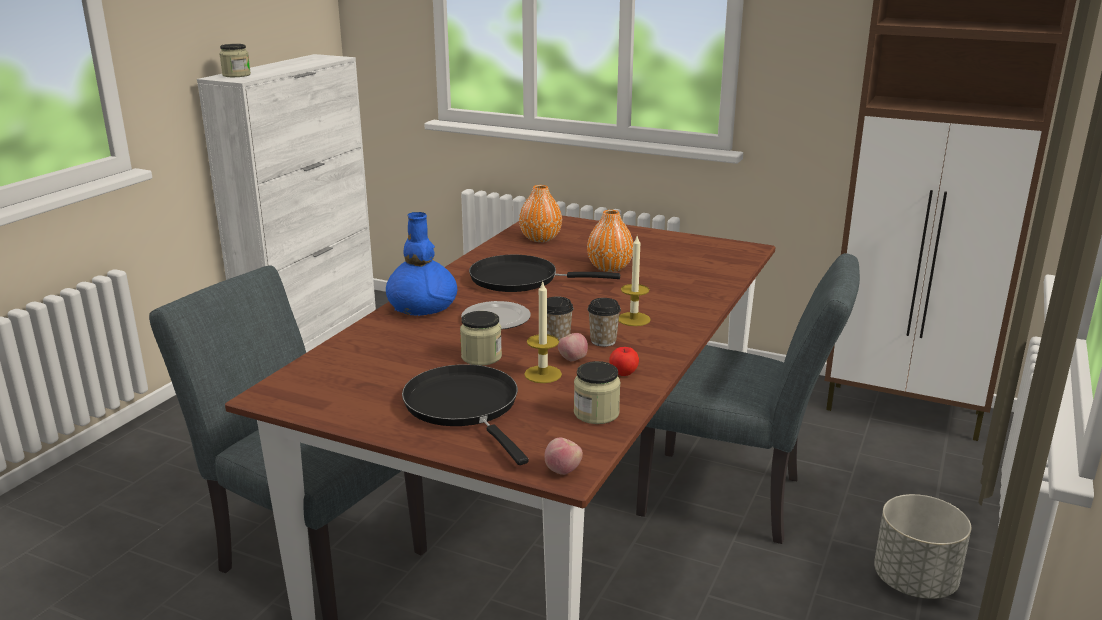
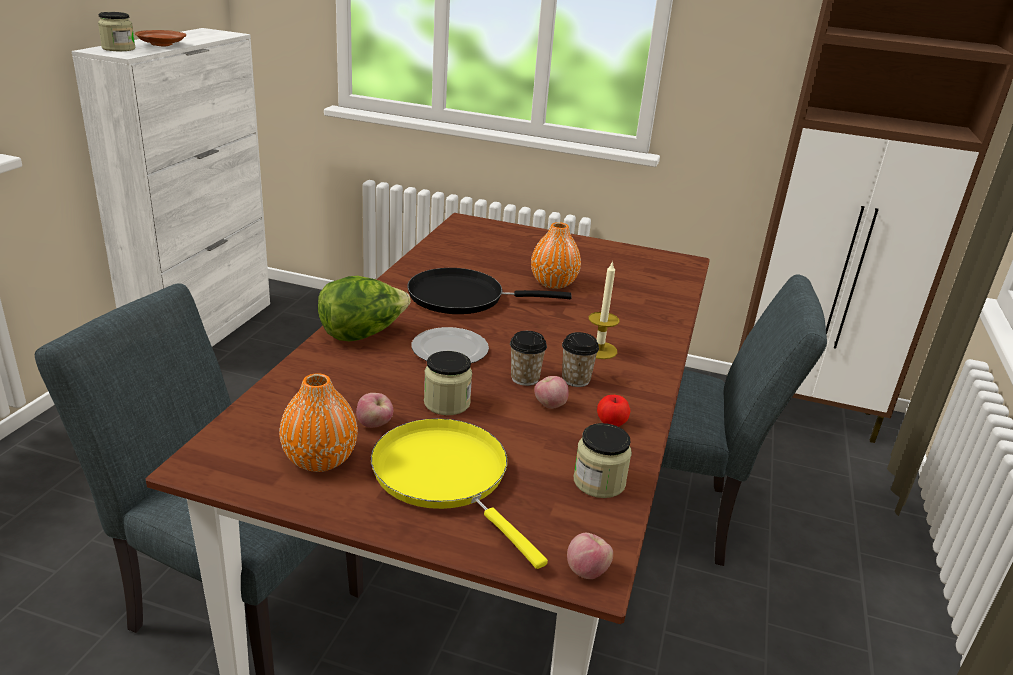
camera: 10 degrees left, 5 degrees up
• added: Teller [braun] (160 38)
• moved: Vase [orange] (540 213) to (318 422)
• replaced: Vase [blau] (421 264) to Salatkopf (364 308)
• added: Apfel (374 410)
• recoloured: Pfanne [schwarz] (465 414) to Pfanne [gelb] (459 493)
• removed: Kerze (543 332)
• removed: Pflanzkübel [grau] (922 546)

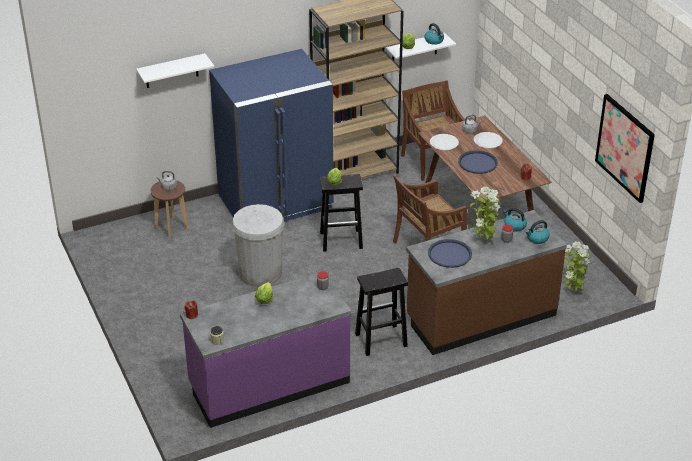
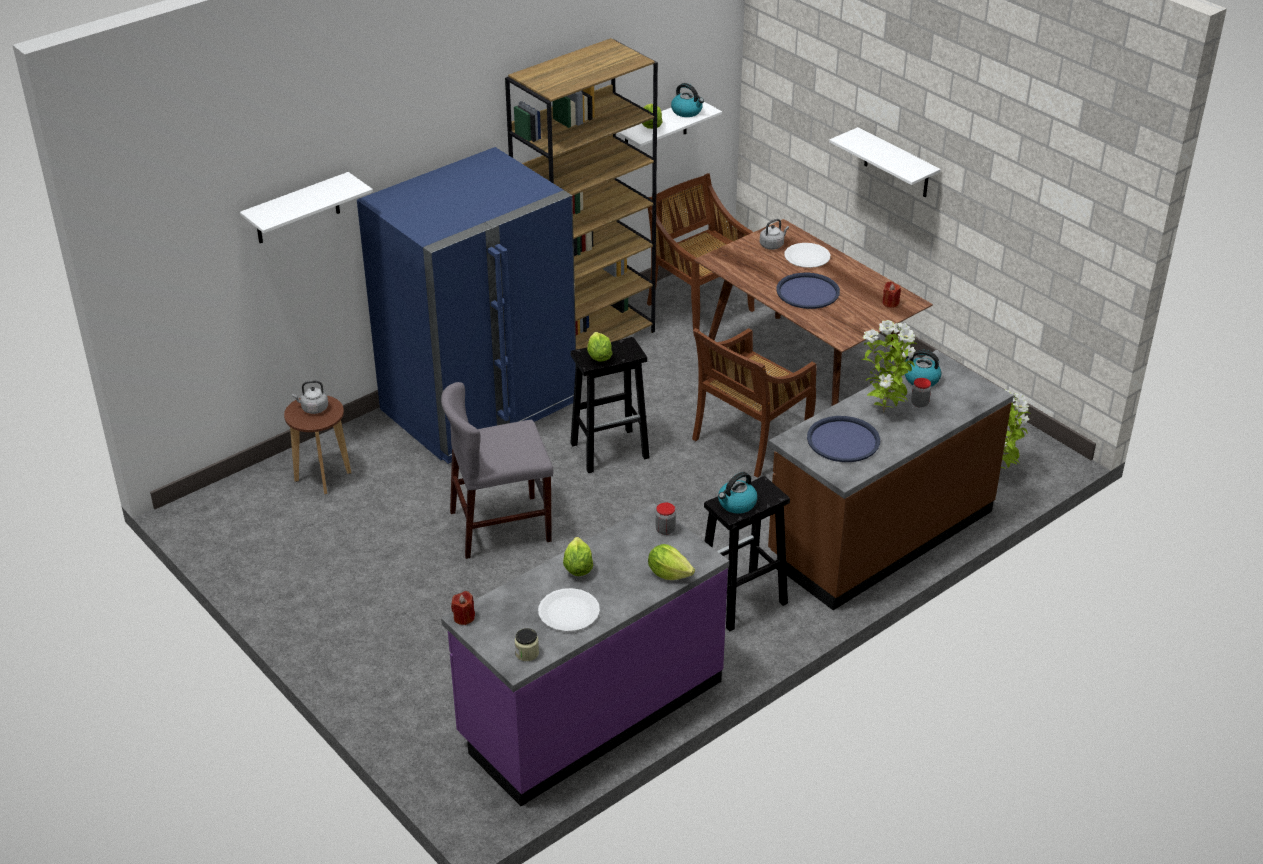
camera: 15 degrees left, 0 degrees up
• replaced: Mülleimer [weiß] (258 245) to Stuhl [grau] (497 470)
• moved: Teller [weiß] (444 142) to (569 610)
• added: Salatkopf (671 562)
• moved: Wasserkessel (538 232) to (738 493)
• added: Wandregal [weiß] (885 162)
• removed: Bild (625 148)

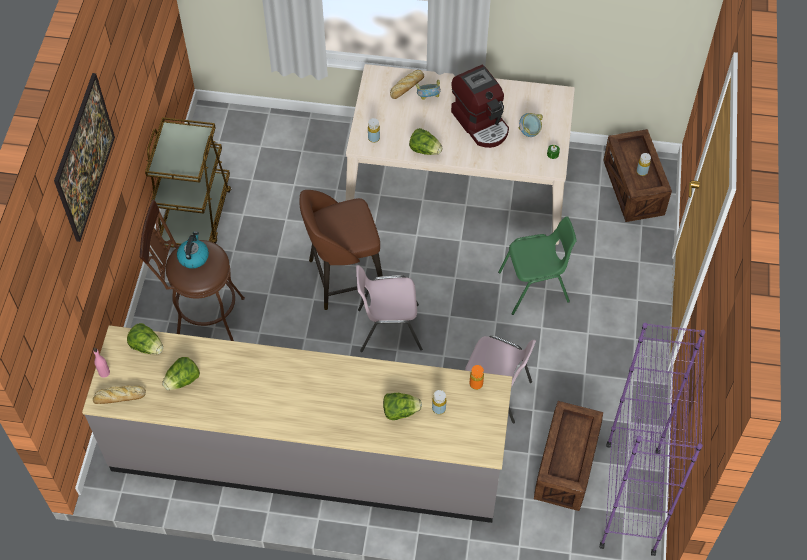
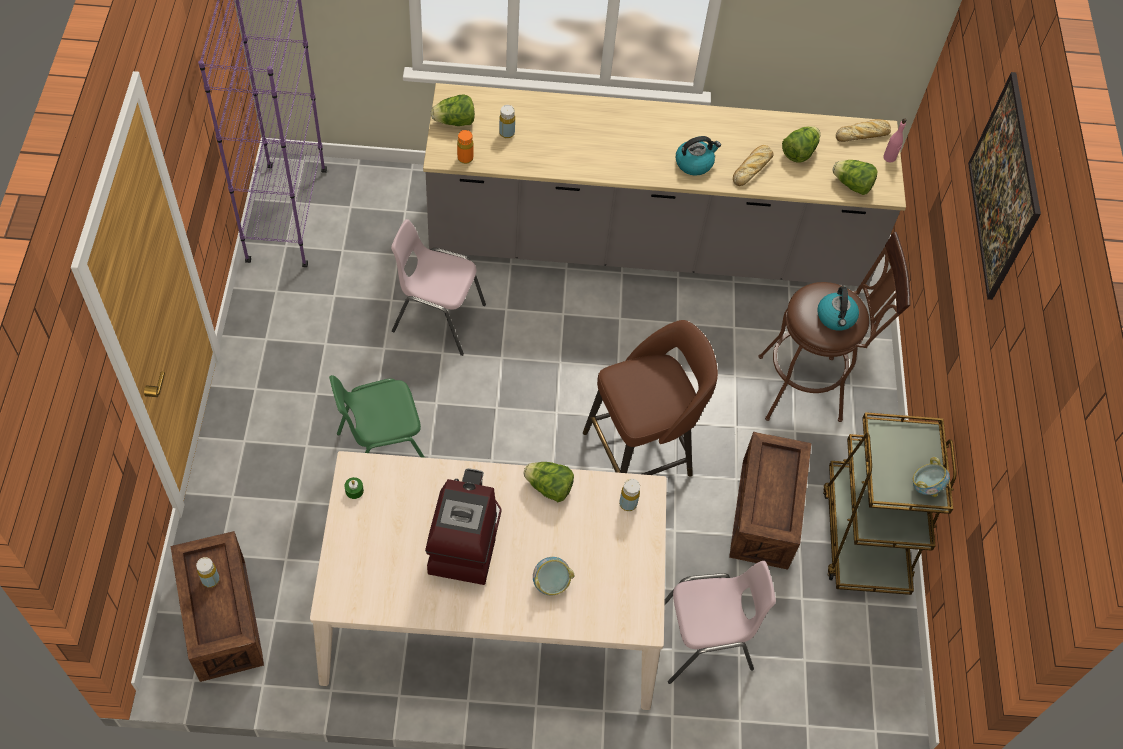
camera: 170 degrees right, 0 degrees up
• turned: Kaffeemaschine (480 106) = (463 526) 45 degrees clockwise
• moved: Salatkopf (402 406) to (453 110)
• moved: Stuhl [rosa] (389 308) to (720 622)
• added: Wasserkessel (698 156)
• moved: Kiste (568 456) to (770 501)
• moved: Brot (407 84) to (753 165)
• moved: Schüssel (530 125) to (931 477)

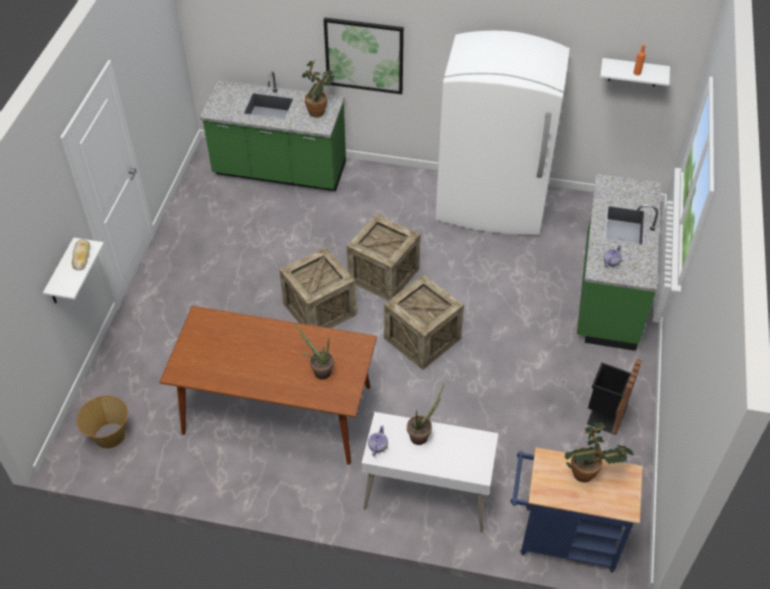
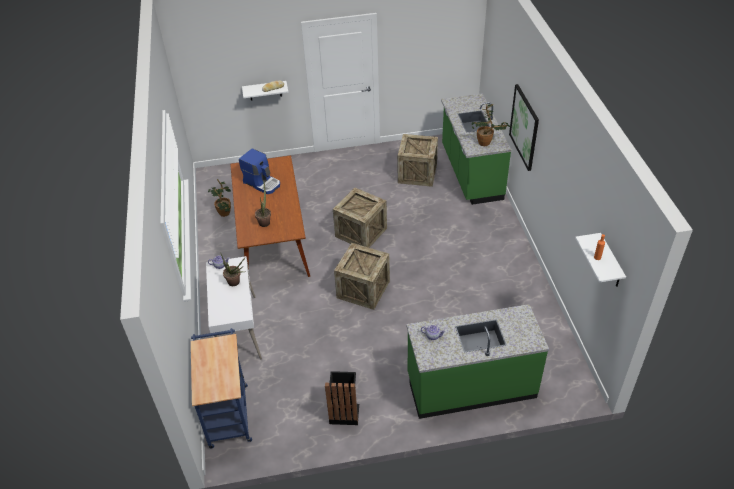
camera: 70 degrees right, 5 degrees down
• moved: Topfpflanze (599 452) to (219 198)
• added: Kaffeemaschine (259 171)
• moved: Kiste (383 257) to (418 160)
• removed: Korb (102 422)
• removed: Kühlschrank [weiß] (502 133)

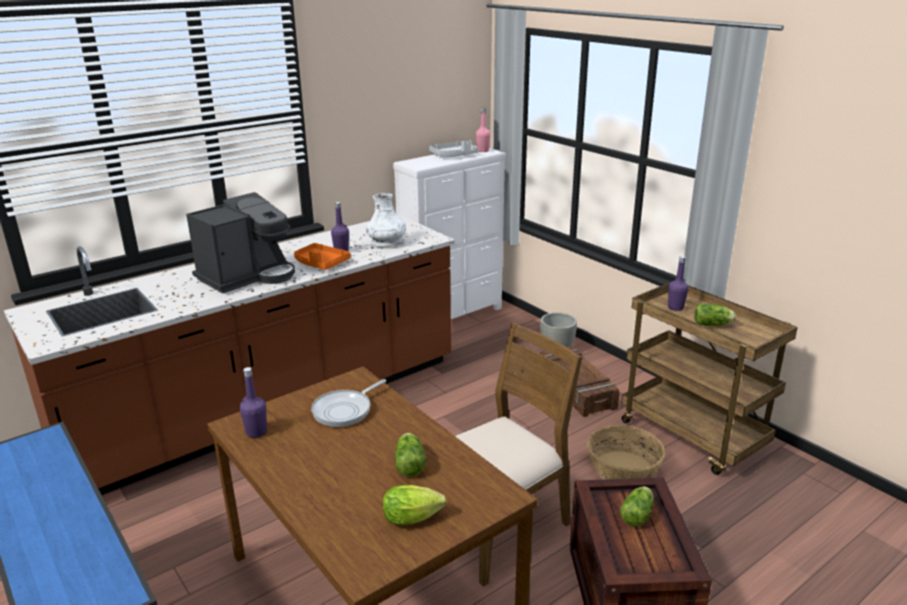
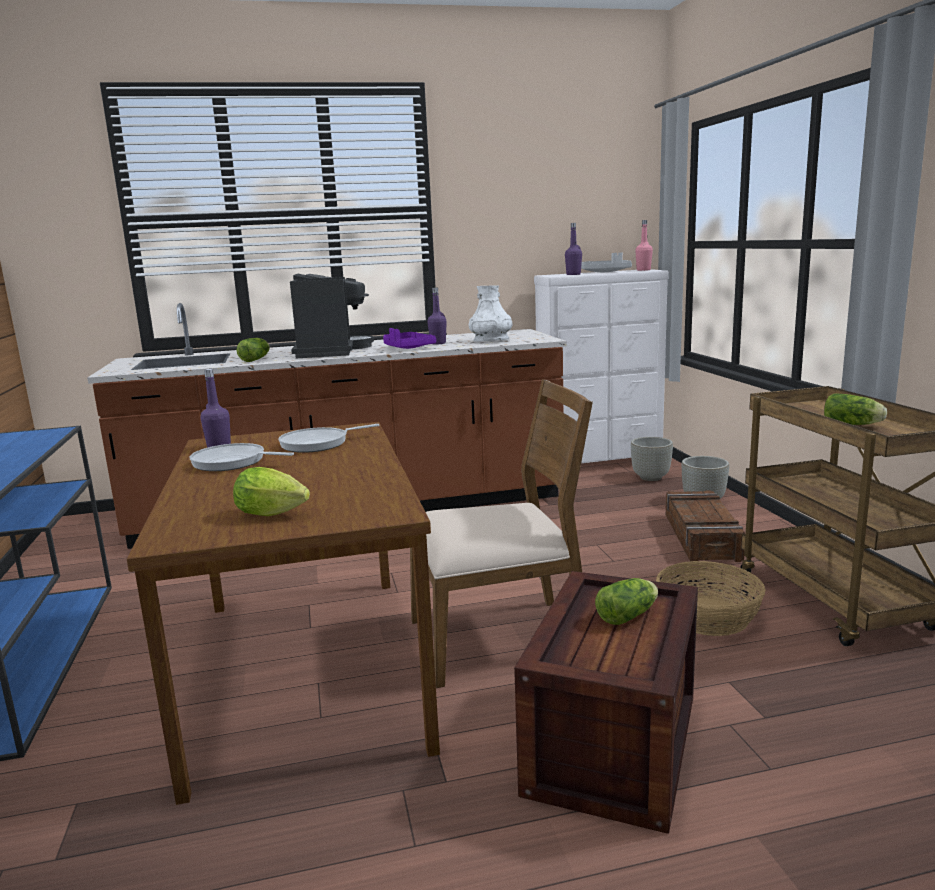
camera: 25 degrees right, 10 degrees down
• added: Pfanne (241 457)
• moved: Salatkopf (410 455) to (253 350)
• turned: Kaffeemaschine (240 242) = (332 316) 75 degrees counterclockwise
• recoloured: Tablett [orange] (322 256) to Tablett [lila] (409 338)
• moved: Flasche [lila] (678 283) to (573 249)
• added: Pflanzkübel [grau] (652 459)

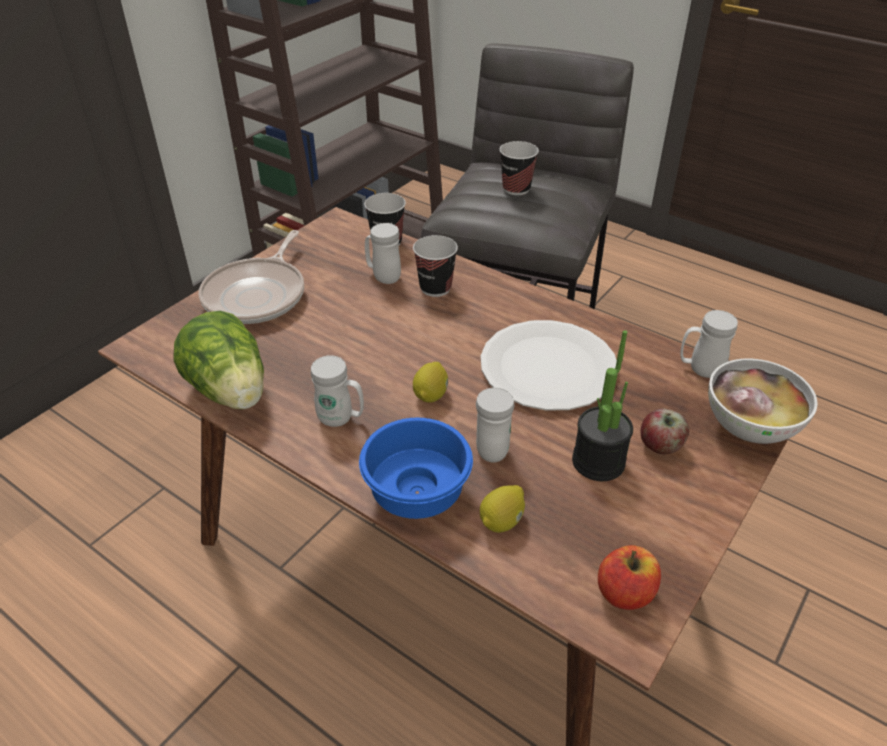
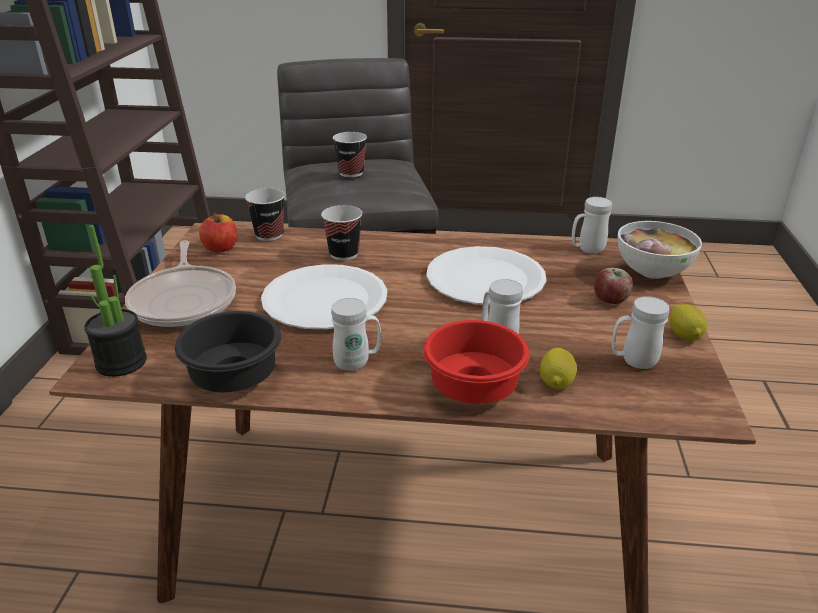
camera: 30 degrees left, 10 degrees down
• moved: Topfpflanze (602 405) to (115 301)
• replaced: Salatkopf (219 360) to Schüssel [schwarz] (228 351)
• moved: Apfel (629 577) to (218 233)
• added: Teller [weiß] (324 296)
• recoloured: Schüssel [blau] (416 468) to Schüssel [rot] (476 362)
• moved: Henkelbecher [weiß] (383 253) to (640 332)
• moved: Zitrone (430 382) to (688 322)

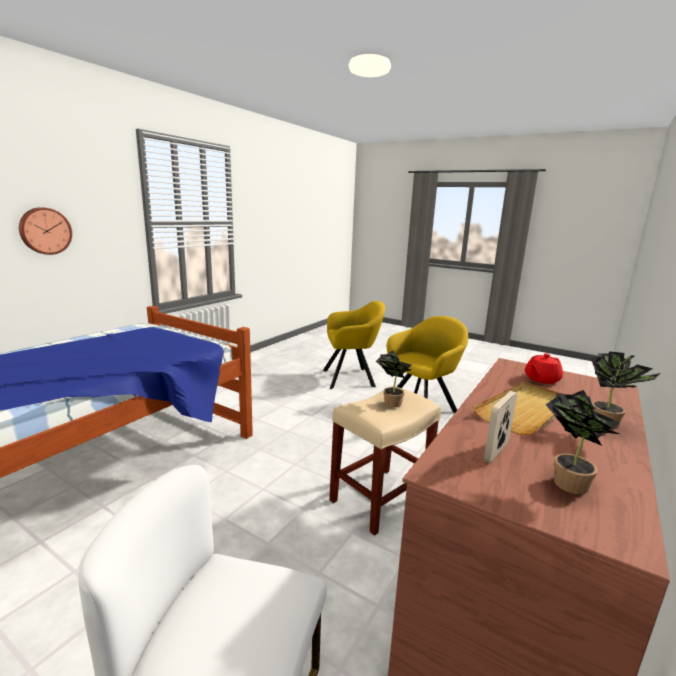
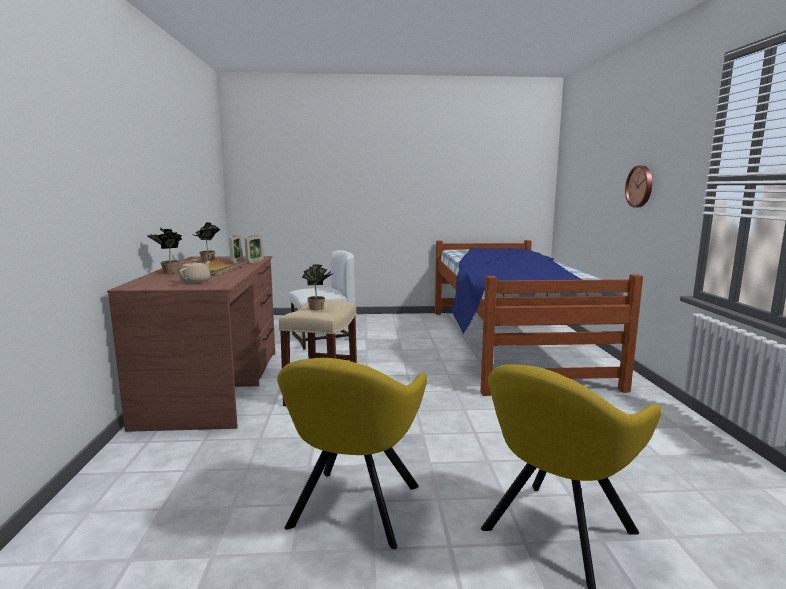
camera: 145 degrees right, 5 degrees down
• recoloured: Teekanne [rot] (544 368) to Teekanne [beige] (195 271)
• added: Bilderrahmen (254 249)

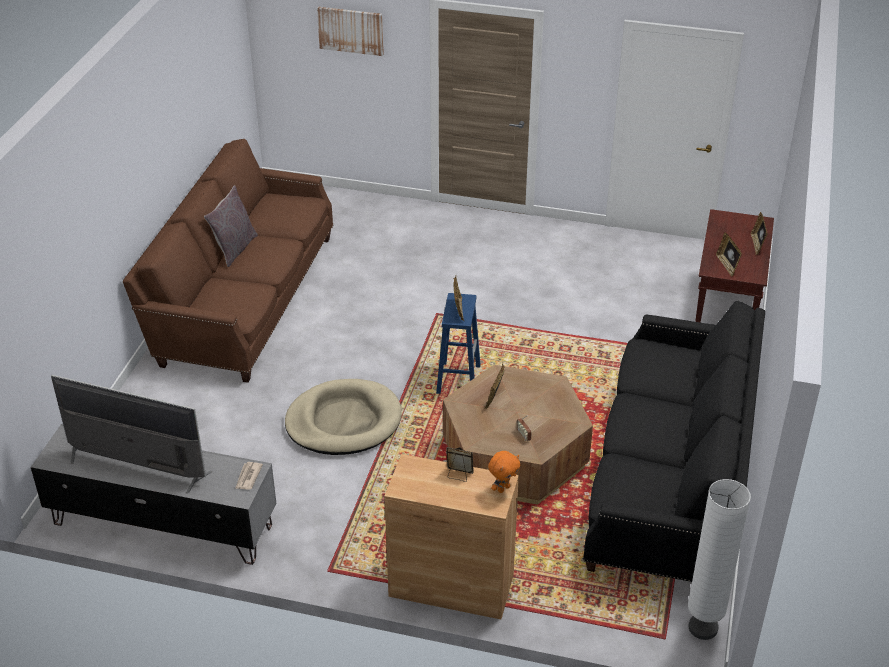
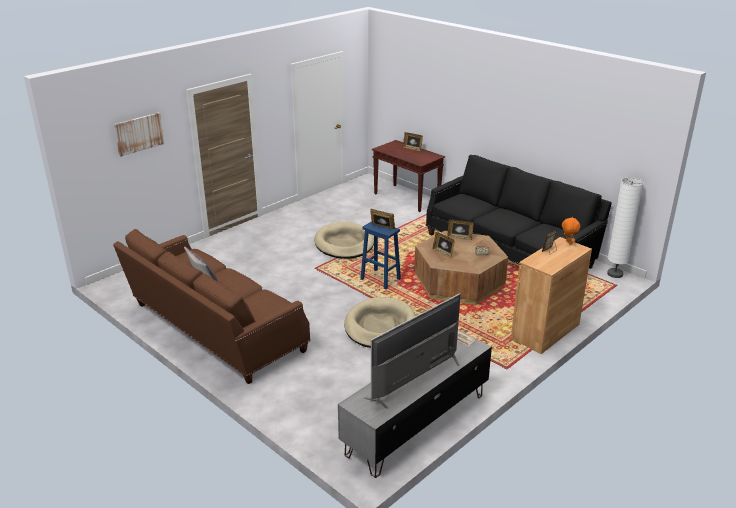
camera: 60 degrees left, 10 degrees down
• added: Hundebett [beige] (344 240)
• moved: Bilderrahmen (729 254) to (460 229)

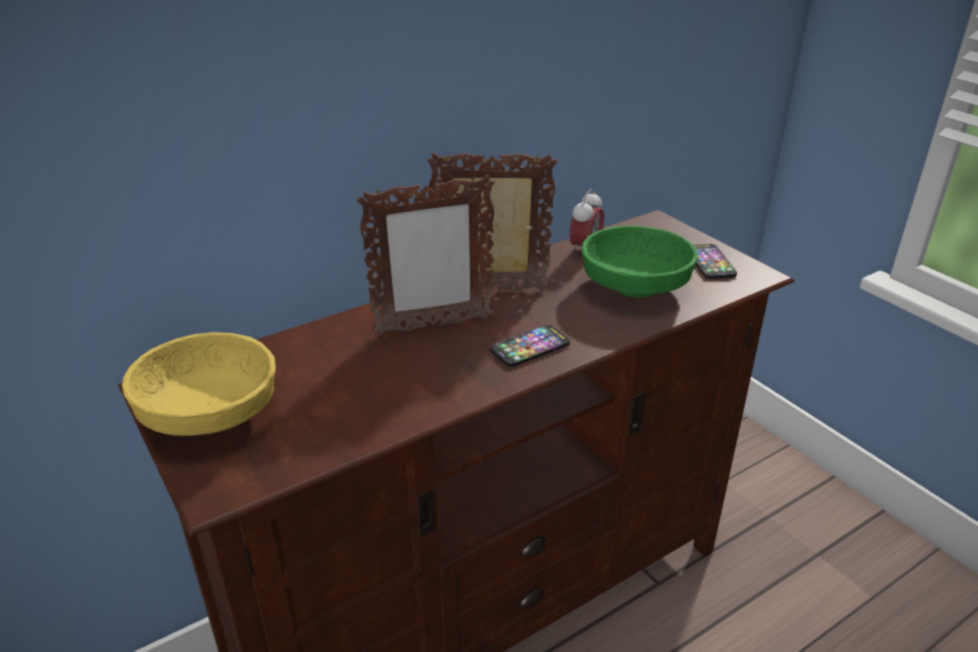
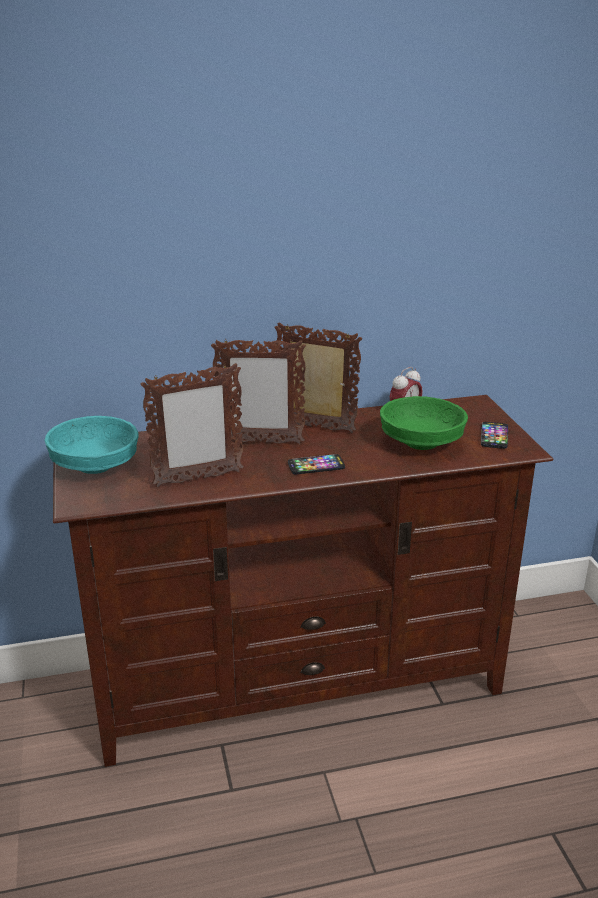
camera: 20 degrees right, 5 degrees down
• recoloured: Schüssel [gelb] (199 384) to Schüssel [türkis] (91 445)
• added: Bilderrahmen (192 425)

